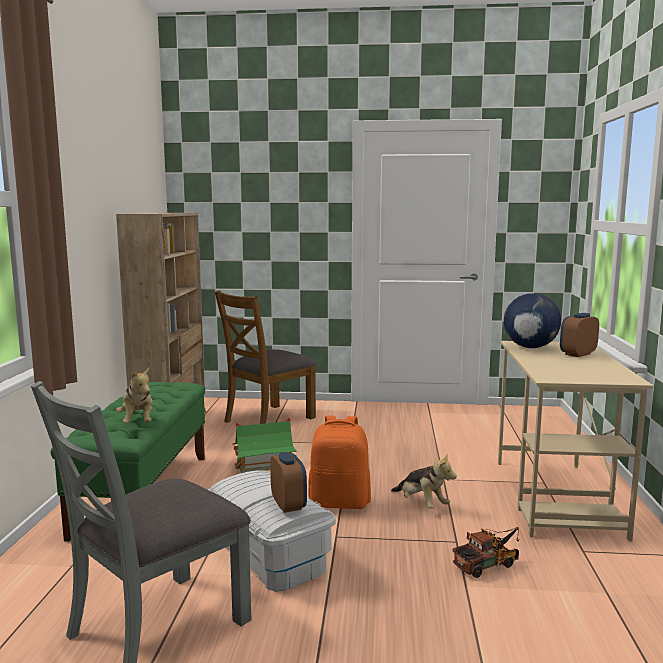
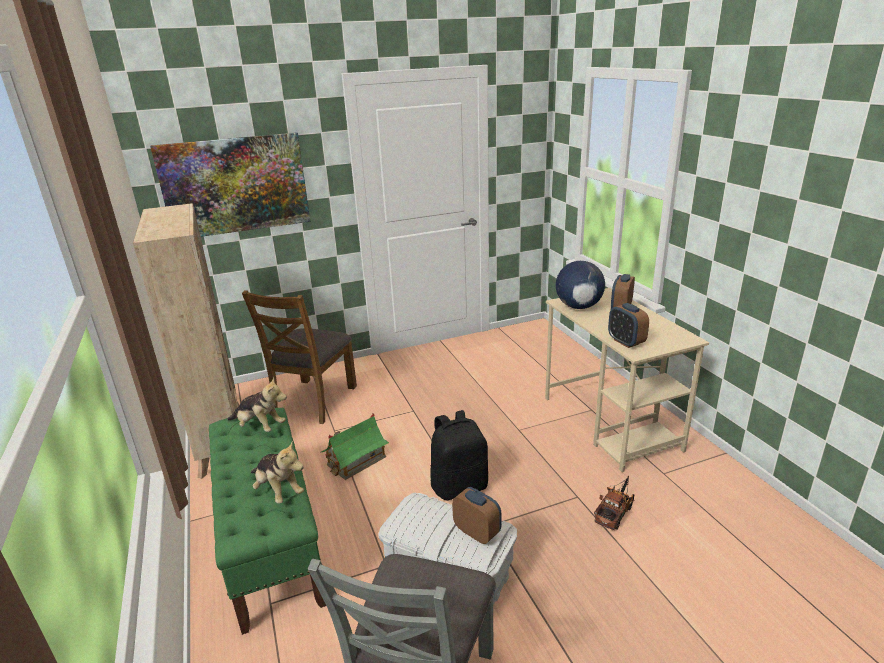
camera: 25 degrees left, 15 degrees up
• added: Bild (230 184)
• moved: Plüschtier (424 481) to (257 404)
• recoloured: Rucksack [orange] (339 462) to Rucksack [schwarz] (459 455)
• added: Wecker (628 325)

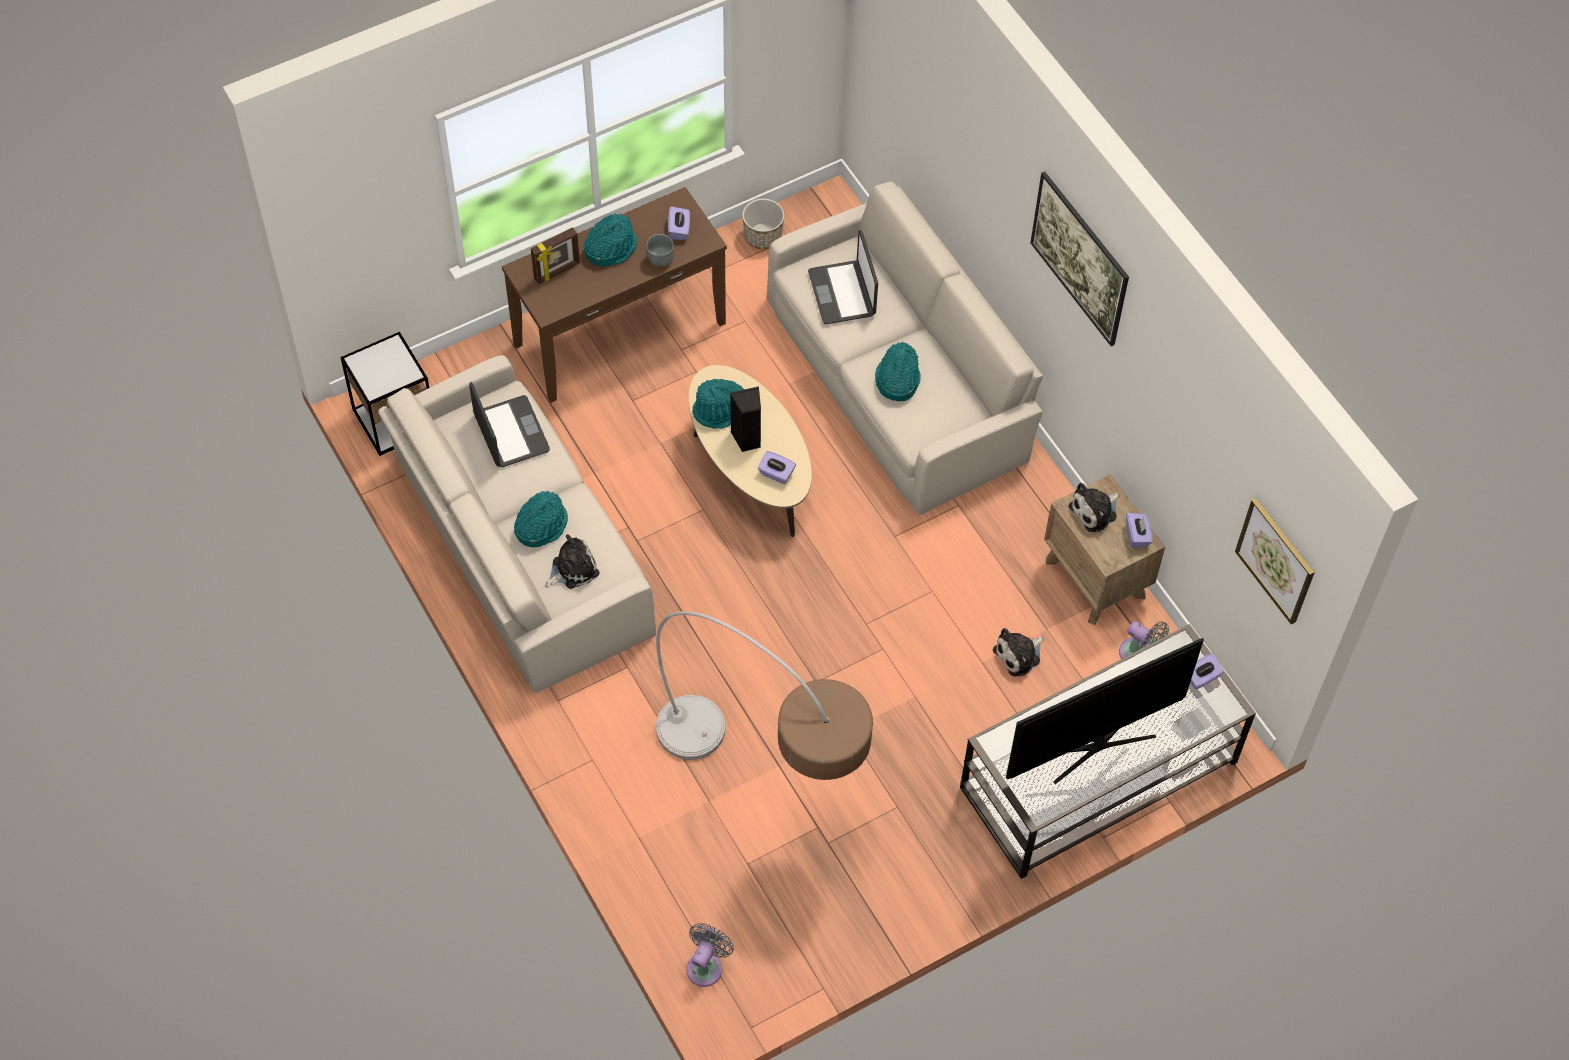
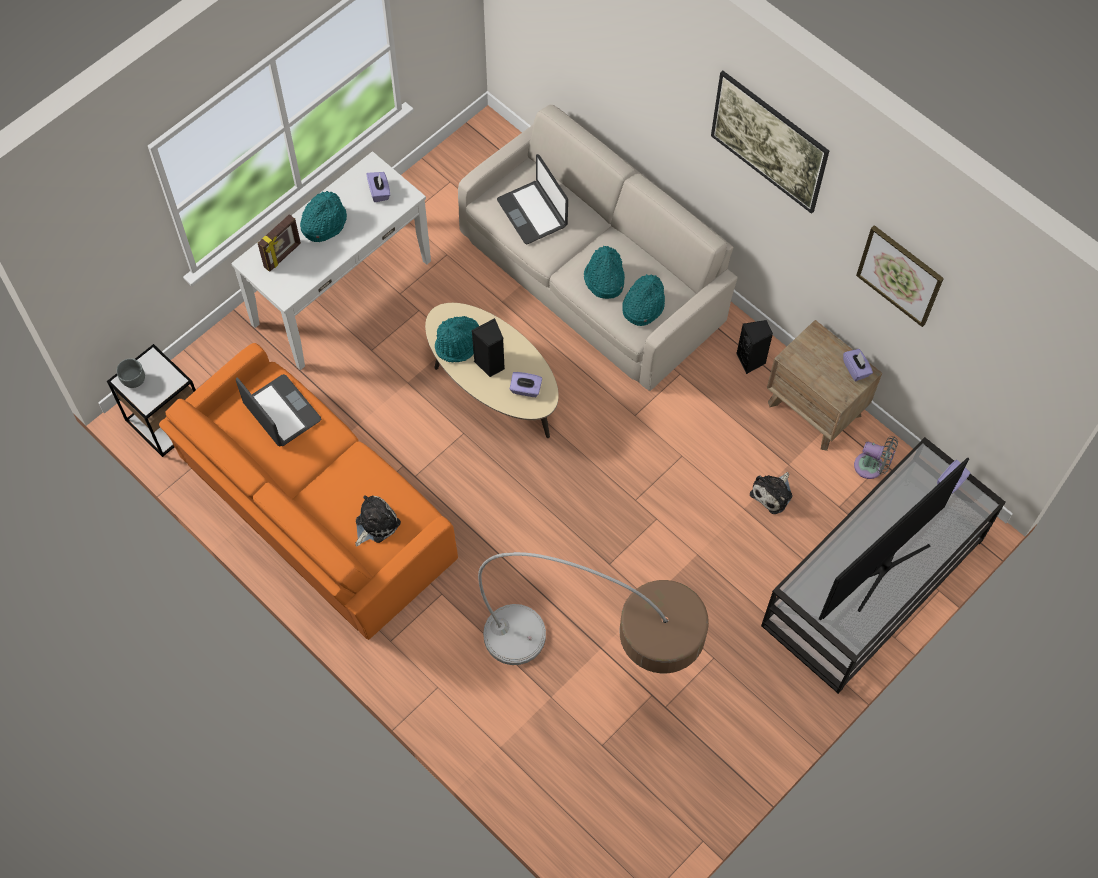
camera: 15 degrees left, 5 degrees up
• moved: Schüssel [grau] (660 250) to (131 373)
• recoloured: Sofa [beige] (517 524) to Sofa [orange] (308 491)
• recoloured: Konsolentisch [braun] (614 295) to Konsolentisch [weiß] (331 260)
• moved: Hut [türkis] (541 519) to (643 300)
• added: Lautsprecher [schwarz] (754 347)
• moved: Bild (1275 561) to (900 276)
• removed: Ventilator [grau] (710 955)
• removed: Pflanzkübel (763 224)
• removed: Plüschtier (1094 507)

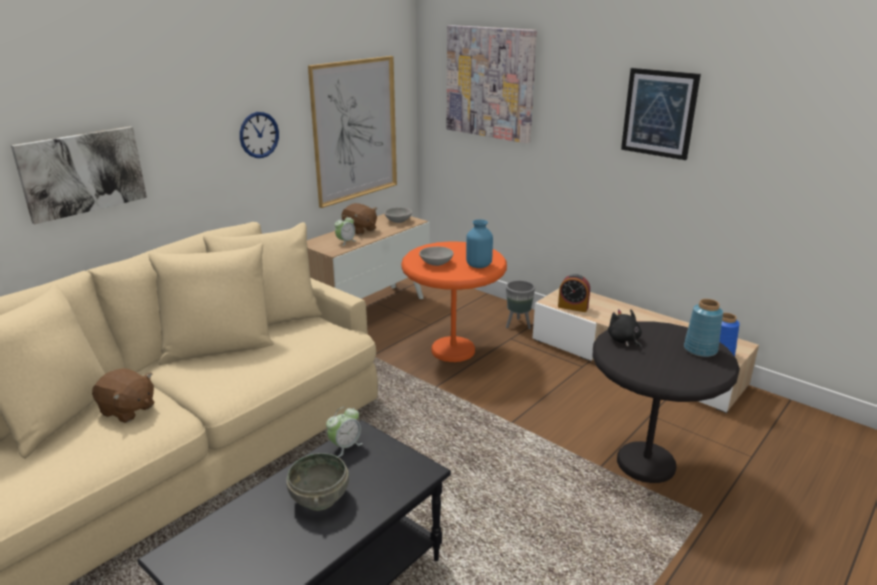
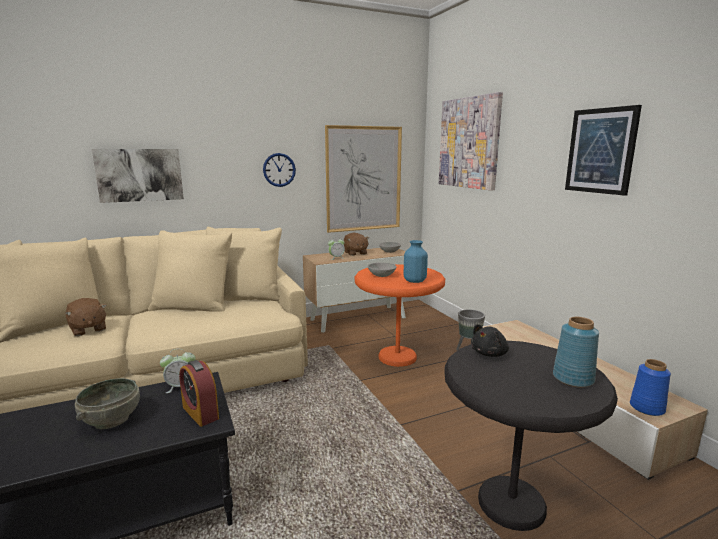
camera: 25 degrees right, 10 degrees down
• moved: Wecker (574 293) to (199 393)
• turned: Plüschtier [schwarz] (625 330) = (490 340) 135 degrees counterclockwise

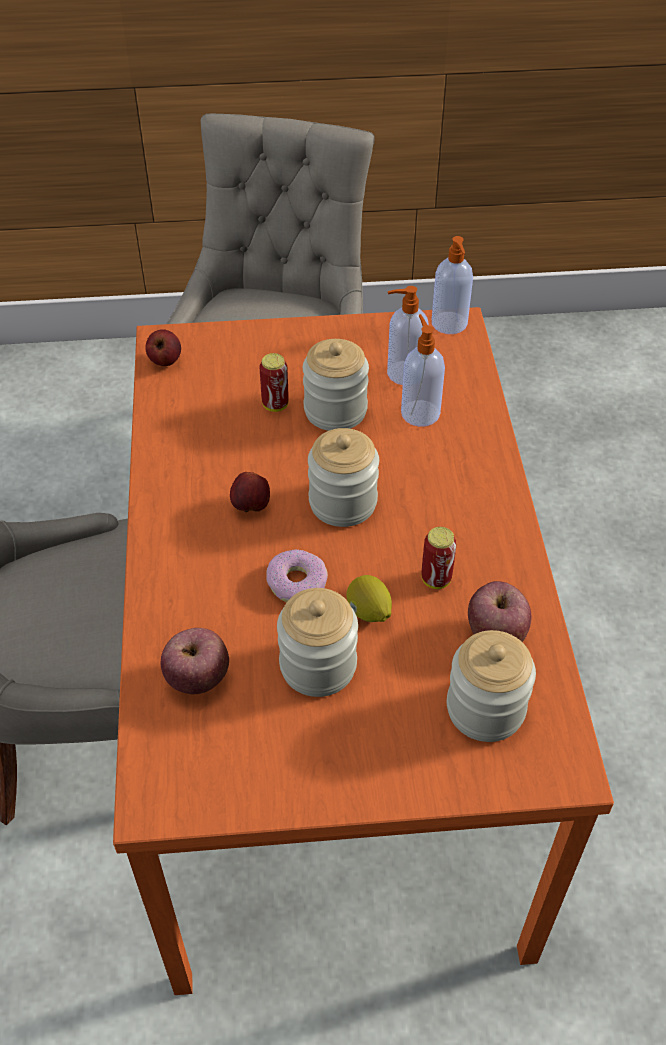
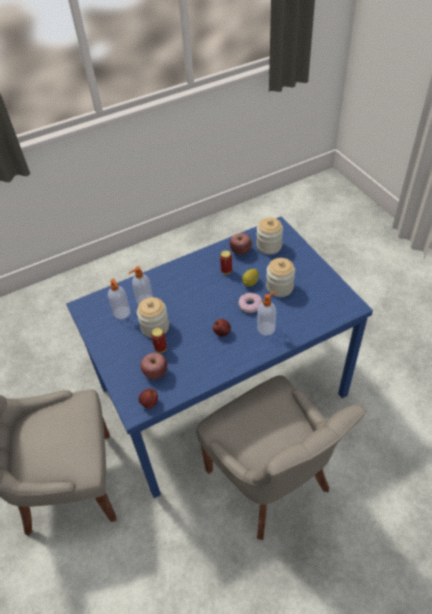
camera: 110 degrees left, 0 degrees up
• recoloured: Esstisch [orange] (363 651) to Esstisch [blau] (219 357)
• moved: Apfel (195 661) to (153 366)
• moved: Seifenspender (452 285) to (267 313)
• removed: Vorratsglas (343 477)

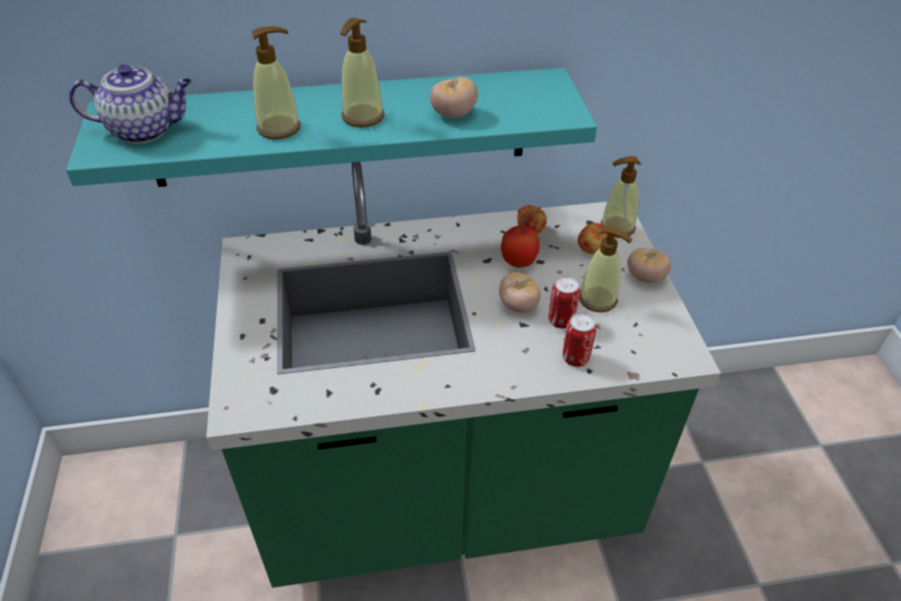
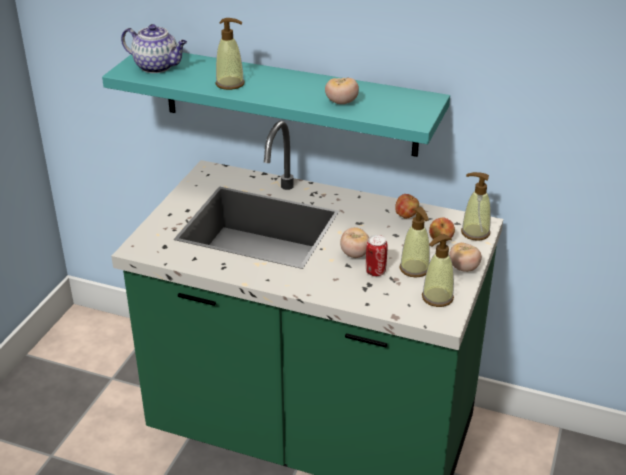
camera: 30 degrees right, 10 degrees down
• moved: Seifenspender (362 72) to (438 270)
• removed: Apfel (520 247)
• removed: Dose (579 340)

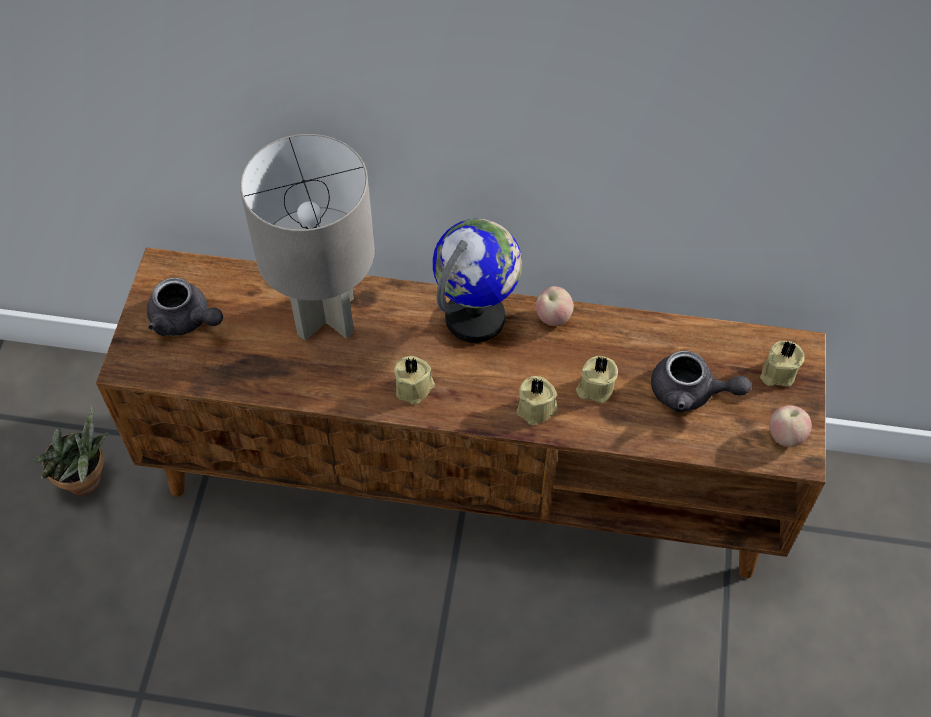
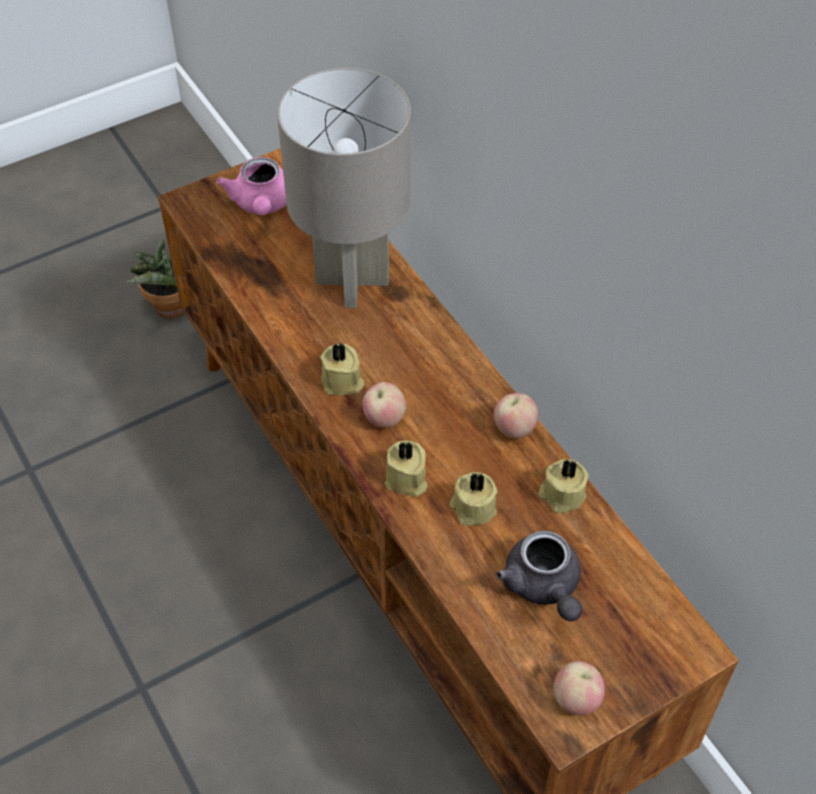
camera: 50 degrees right, 5 degrees down
• recoloured: Teekanne [grau] (185 307) to Teekanne [rosa] (251 186)
• added: Apfel (384 405)
• moved: Kerze [beige] (782 364) to (563 486)
• removed: Globus (477 280)

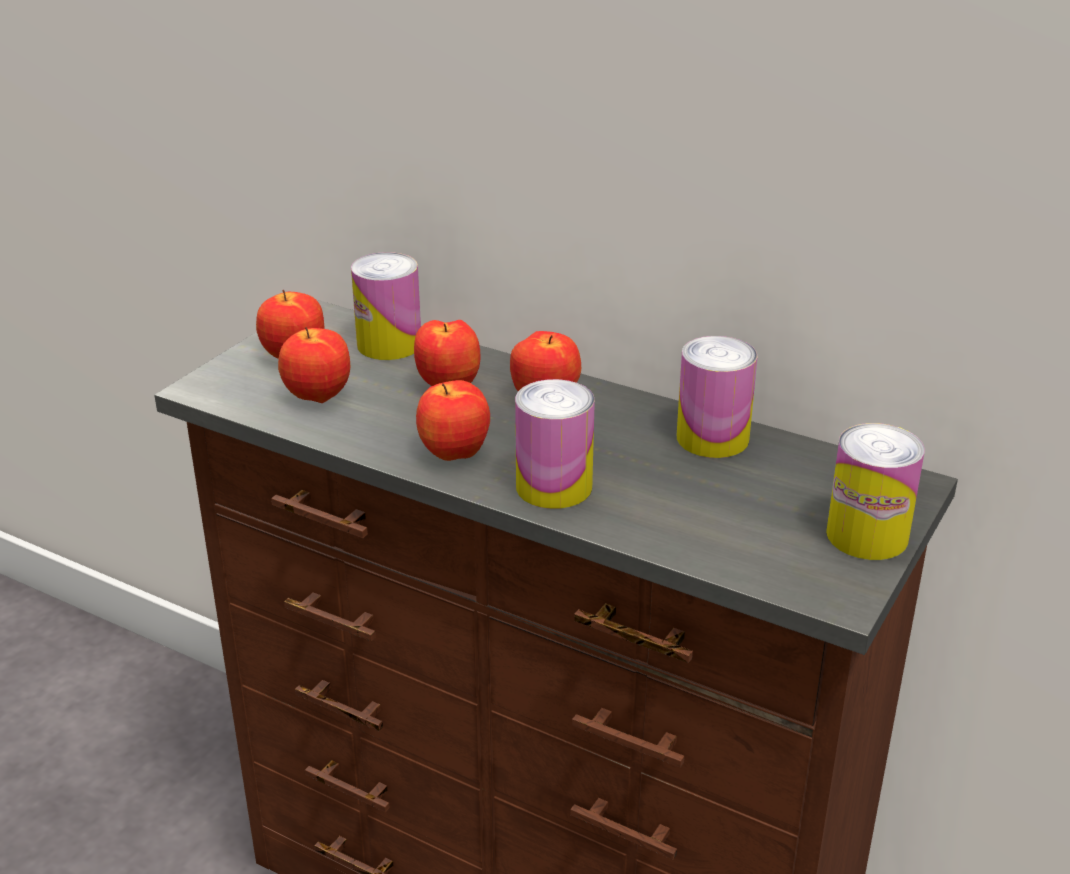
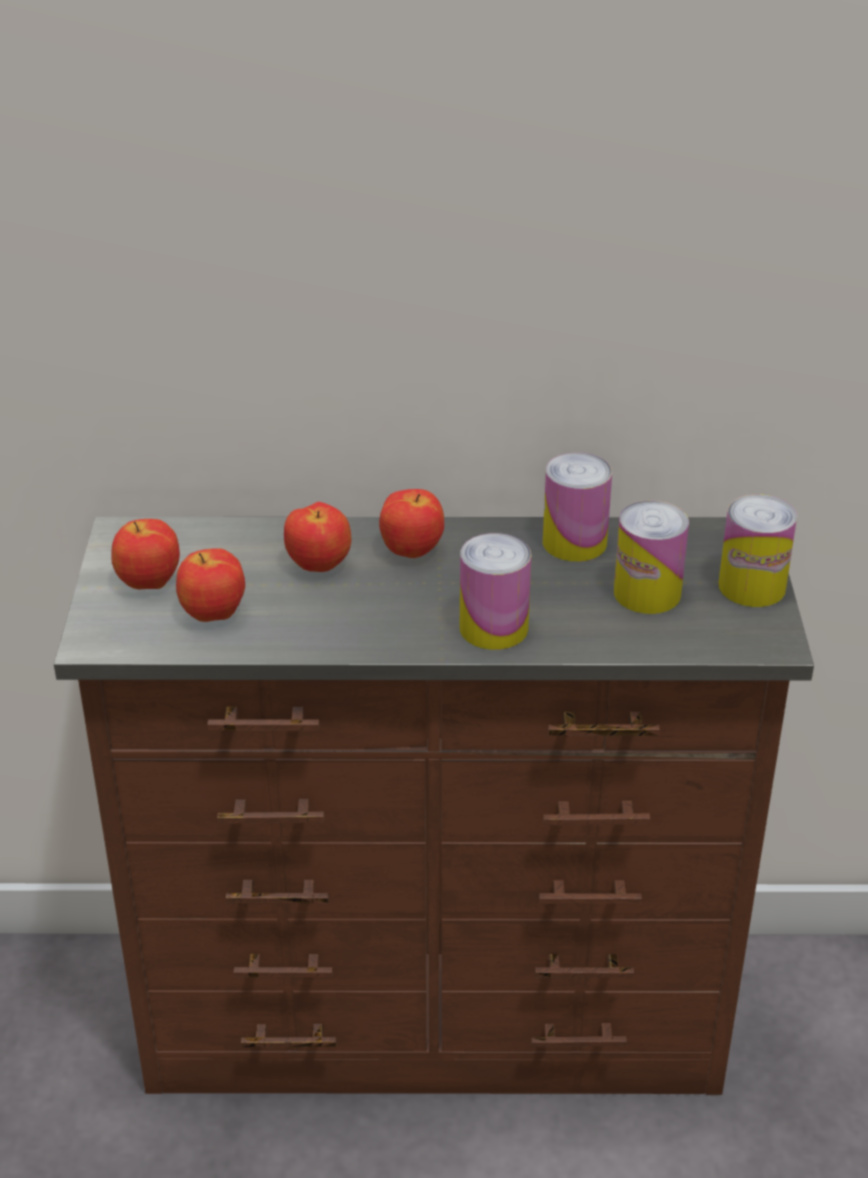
camera: 30 degrees left, 5 degrees up
• moved: Dose (386 306) to (651 557)
• removed: Apfel (453 420)

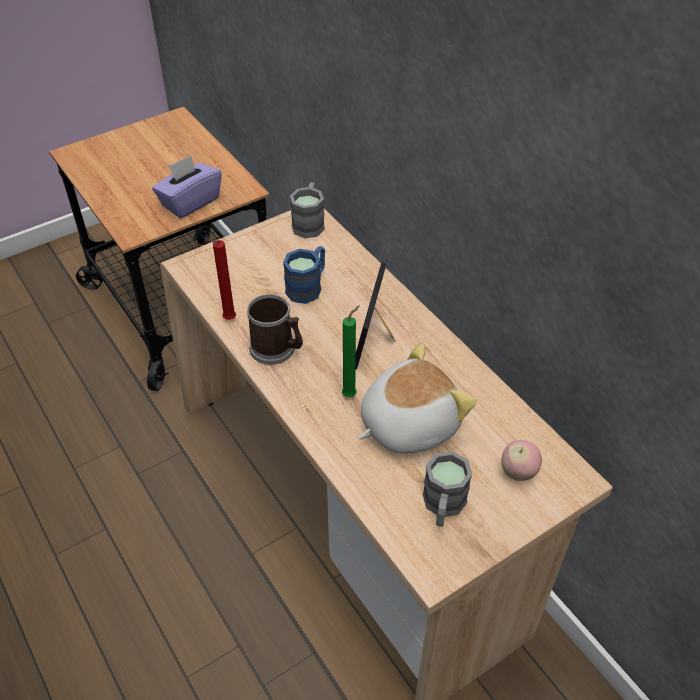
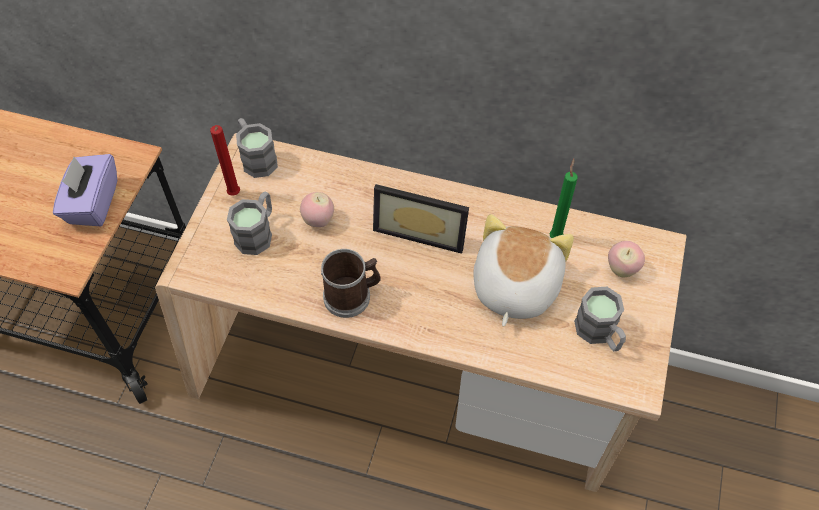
camera: 40 degrees left, 10 degrees up
• moved: Kerze [rot] (223 280) to (225 160)
• added: Henkelbecher [grau] (249 223)
• replaced: Henkelbecher [blau] (304 275) to Apfel (317 209)
• turned: Bilderrahmen (376 316) = (421 219) 45 degrees counterclockwise
• moved: Kerze [grün] (351 351) to (563 198)

